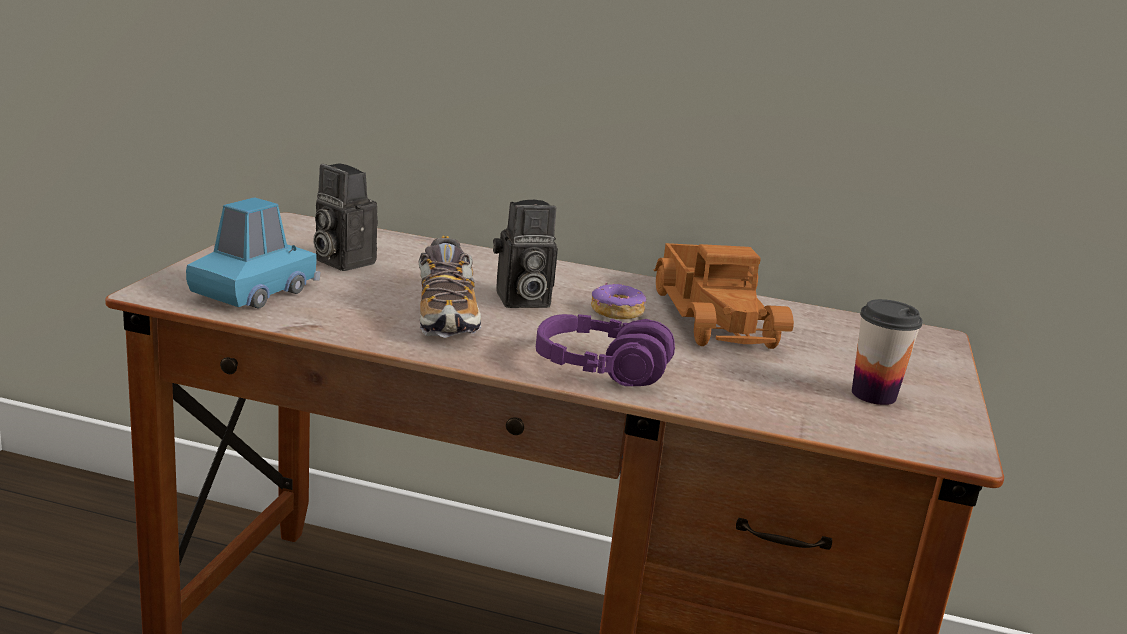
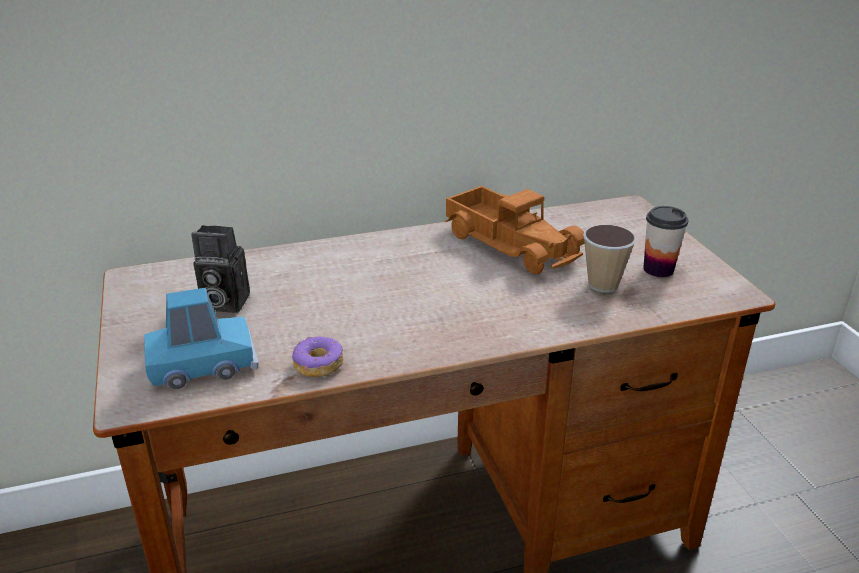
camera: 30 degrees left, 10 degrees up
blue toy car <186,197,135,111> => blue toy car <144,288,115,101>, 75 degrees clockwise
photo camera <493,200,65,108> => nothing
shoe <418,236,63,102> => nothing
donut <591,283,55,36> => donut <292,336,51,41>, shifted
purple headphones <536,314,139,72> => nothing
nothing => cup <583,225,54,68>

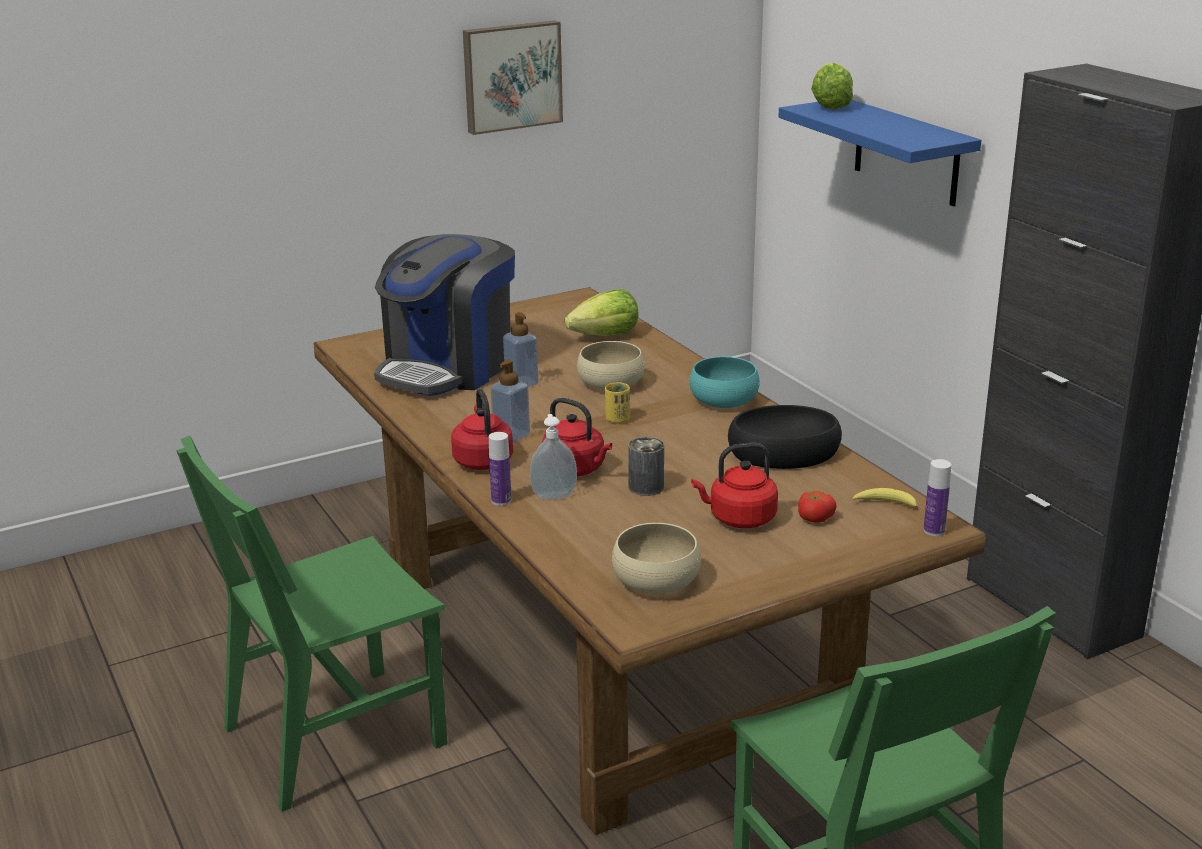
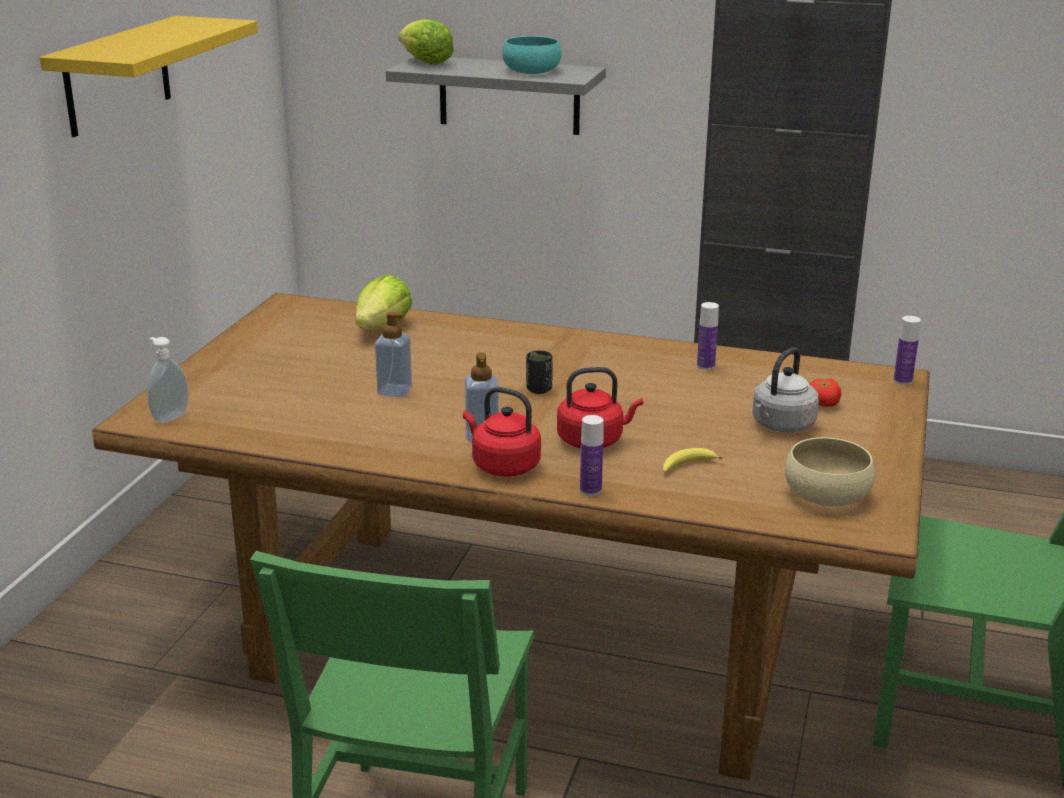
camera: 45 degrees left, 0 degrees up
picture <463,20,100,115> => yellow shelf <40,16,218,121>
blue shelf <778,100,203,107> => grey shelf <386,57,220,78>
coffee machine <374,234,141,162> => nothing
beige bowl <577,341,68,49> => nothing
turquoise bowl <689,356,71,52> => turquoise bowl <502,36,60,38>, shifted
yellow cup <605,382,25,42> => black cup <526,351,27,43>
black bowl <728,405,114,64> => bottle <697,302,22,68>
soap dispenser <530,414,47,86> => soap dispenser <147,337,42,86>, shifted
can <628,437,36,59> => nothing
red kettle <691,443,87,85> => grey kettle <752,347,67,85>
banana <853,488,66,21> => banana <663,448,60,24>, shifted

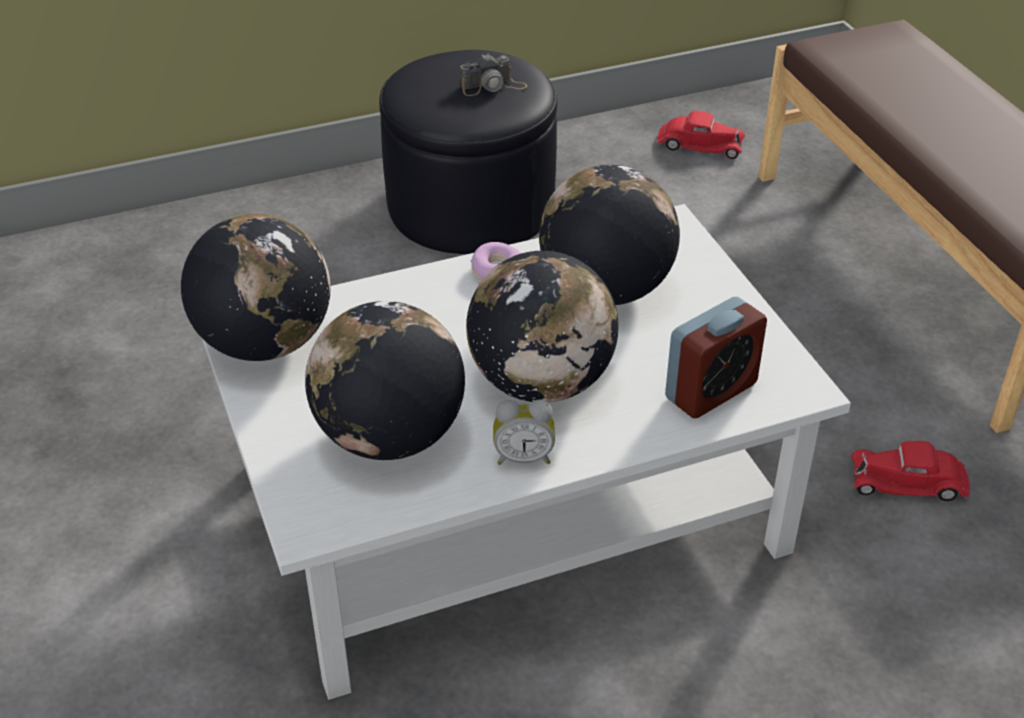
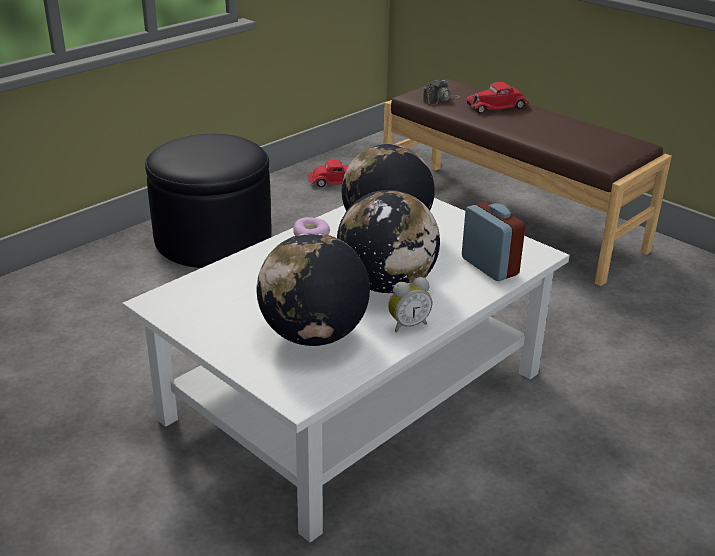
camera: 25 degrees left, 10 degrees down
photo camera <460,53,67,43> => photo camera <423,79,37,26>, shifted
globe <181,214,149,147> => nothing
alarm clock <665,297,102,121> => alarm clock <462,201,63,80>, 60 degrees counterclockwise
red toy car <851,441,119,60> => red toy car <466,82,64,32>, shifted

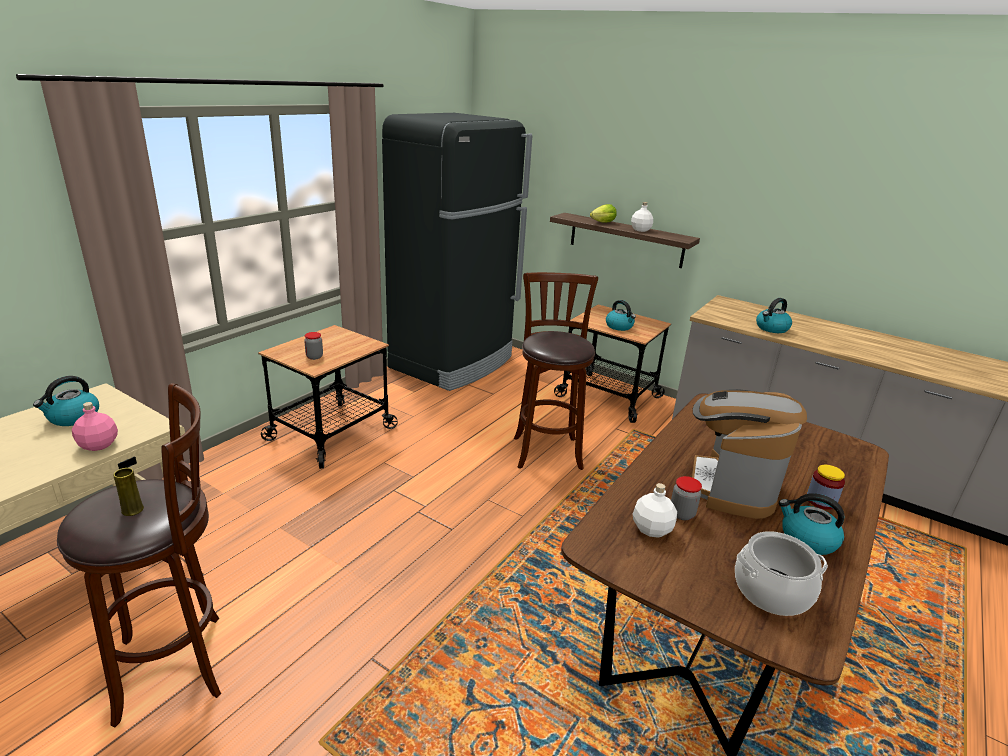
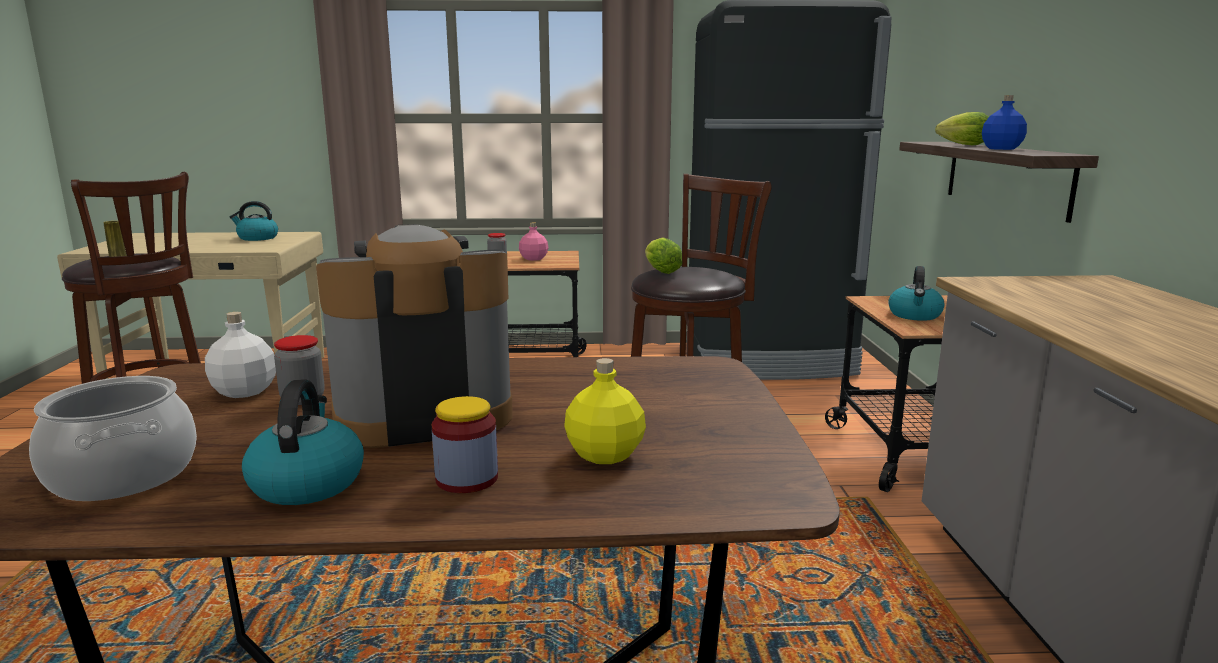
camera: 55 degrees right, 10 degrees down
white bottle <631,202,22,30> => blue bottle <982,95,45,55>
kettle <756,298,36,35> => nothing
pink bottle <72,402,46,49> => pink bottle <519,223,29,38>, shifted
nothing => lettuce <645,237,37,37>
nothing => yellow bottle <564,358,82,106>

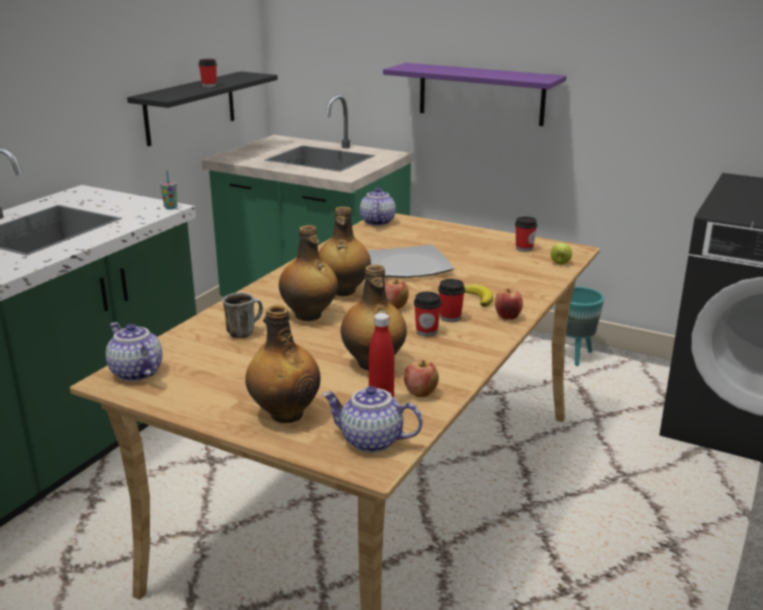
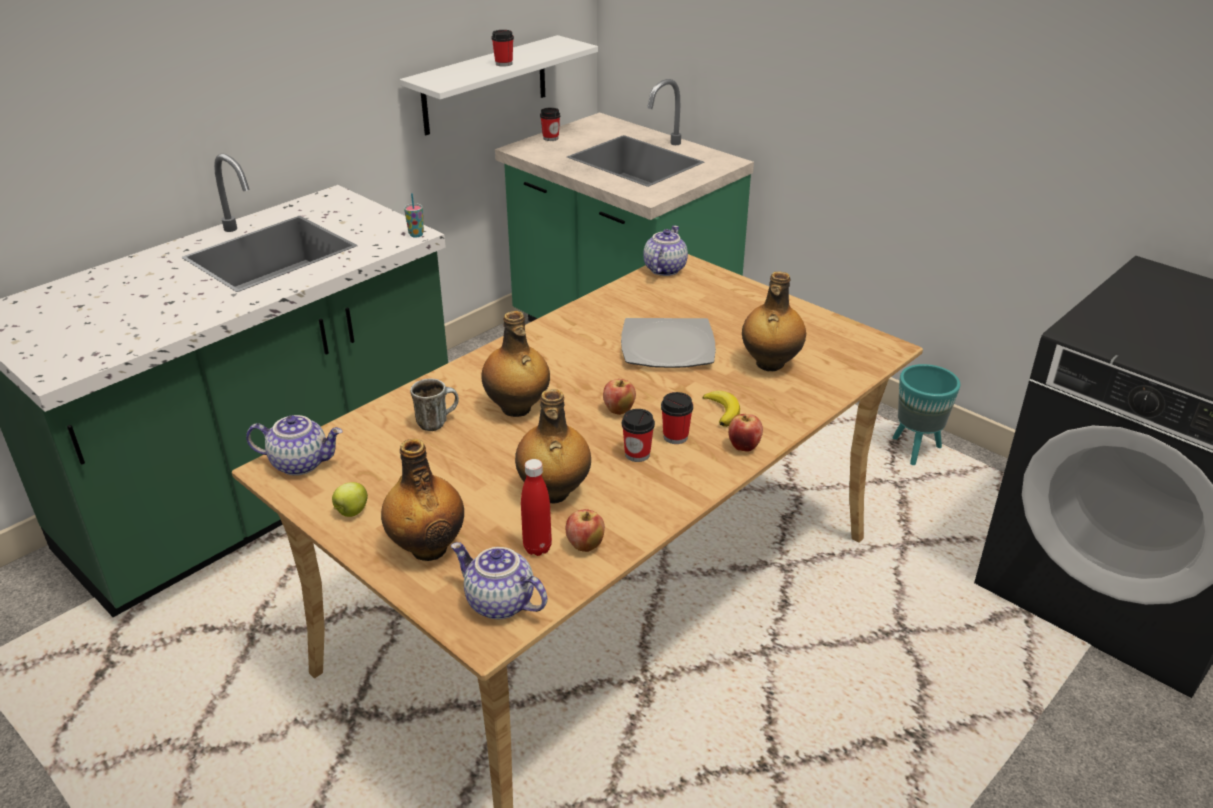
camera: 15 degrees right, 10 degrees up
purple shelf <383,63,183,63> => nothing
black shelf <127,71,151,75> => white shelf <400,35,198,100>
bottle <319,207,52,89> => bottle <742,272,64,99>, shifted
cup <515,216,22,36> => cup <540,107,20,34>, shifted
apple <550,243,22,22> => apple <332,482,36,35>, shifted
teapot <106,322,56,59> => teapot <246,415,97,61>, 120 degrees clockwise

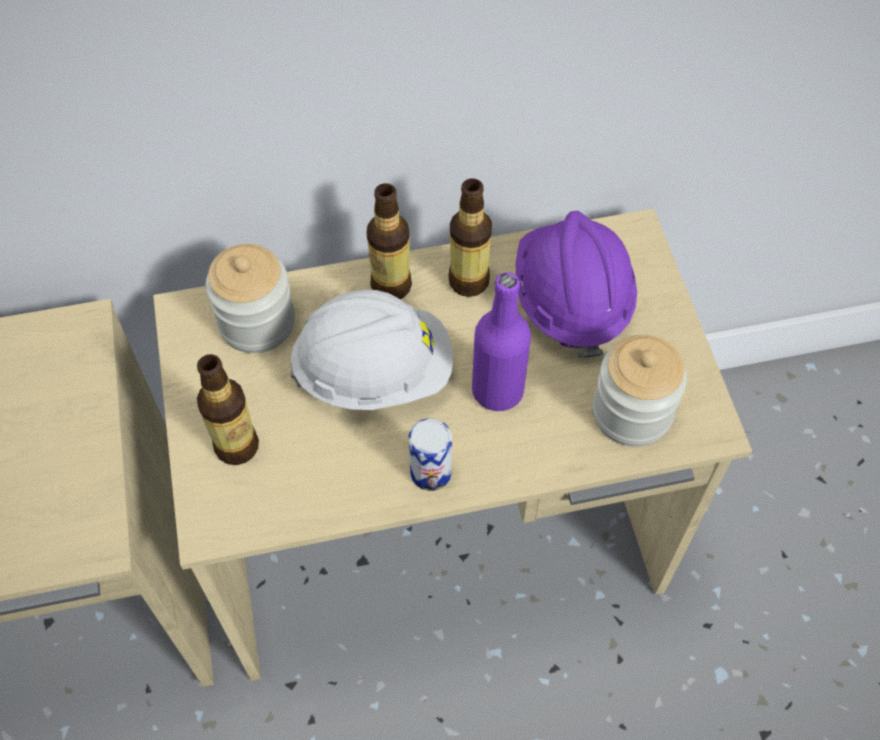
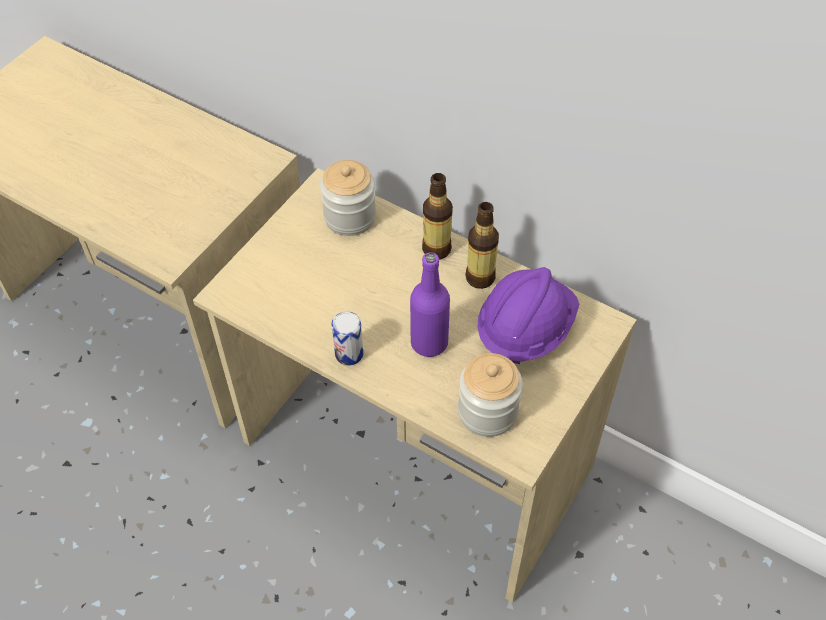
camera: 45 degrees right, 5 degrees down
white hard hat <290,289,163,121> => nothing
bottle <197,354,62,111> => nothing

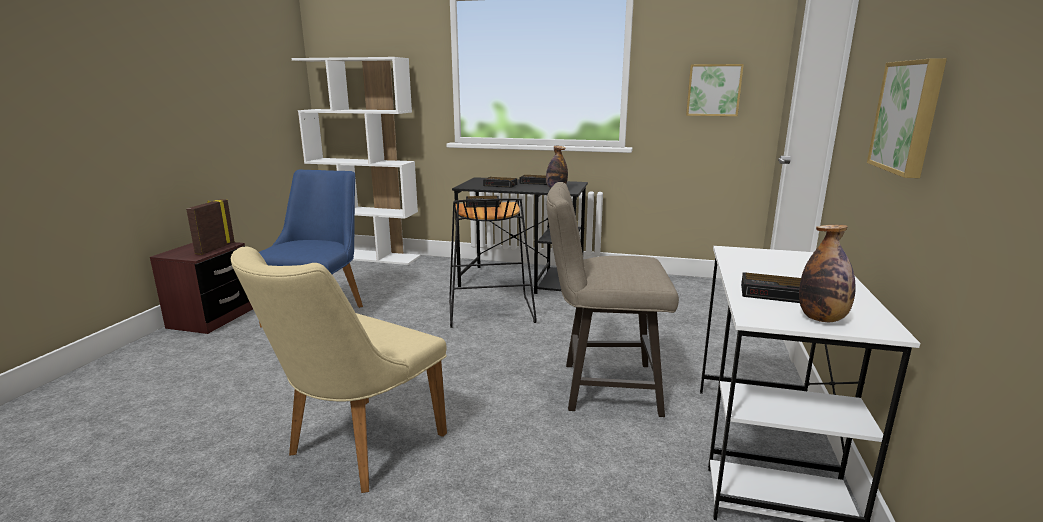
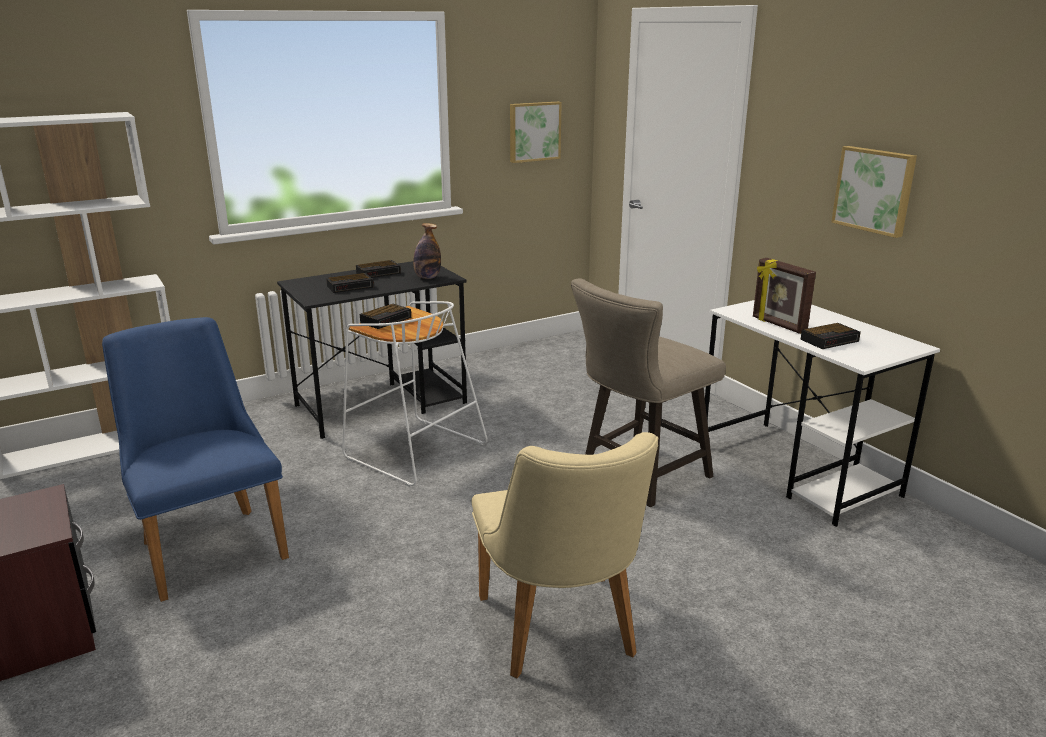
camera: 45 degrees left, 5 degrees up
black stool <449,198,88,130> => white stool <342,301,146,186>
picture frame <186,199,49,56> => picture frame <753,258,63,76>, shifted
bottle <799,225,57,97> => nothing

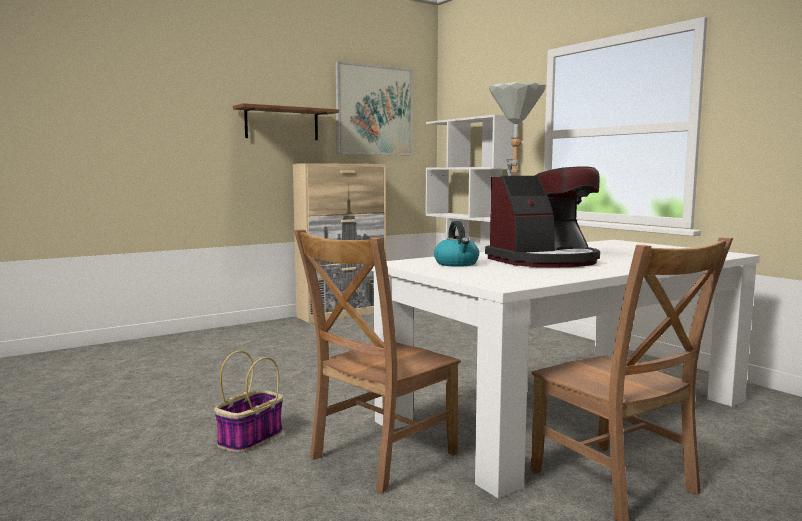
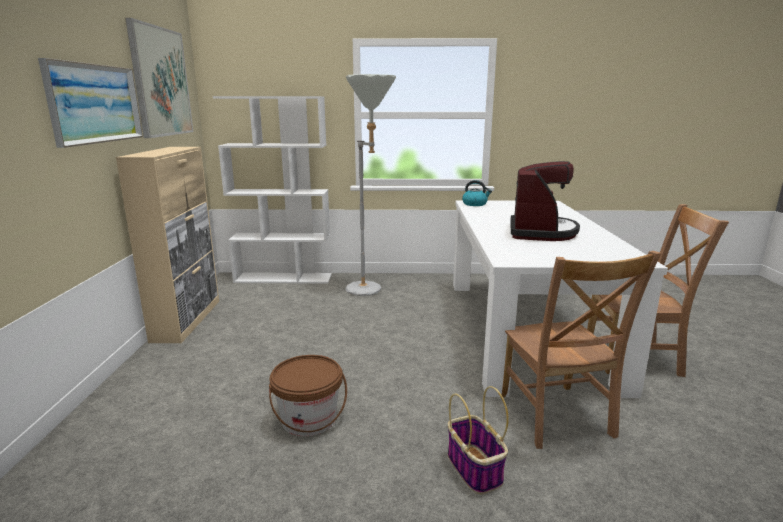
camera: 55 degrees left, 10 degrees up
brown shelf <233,103,106,37> => picture <38,58,105,90>
kettle <434,221,45,46> => kettle <462,180,30,26>, shifted
nothing => brown bucket <269,355,78,81>

